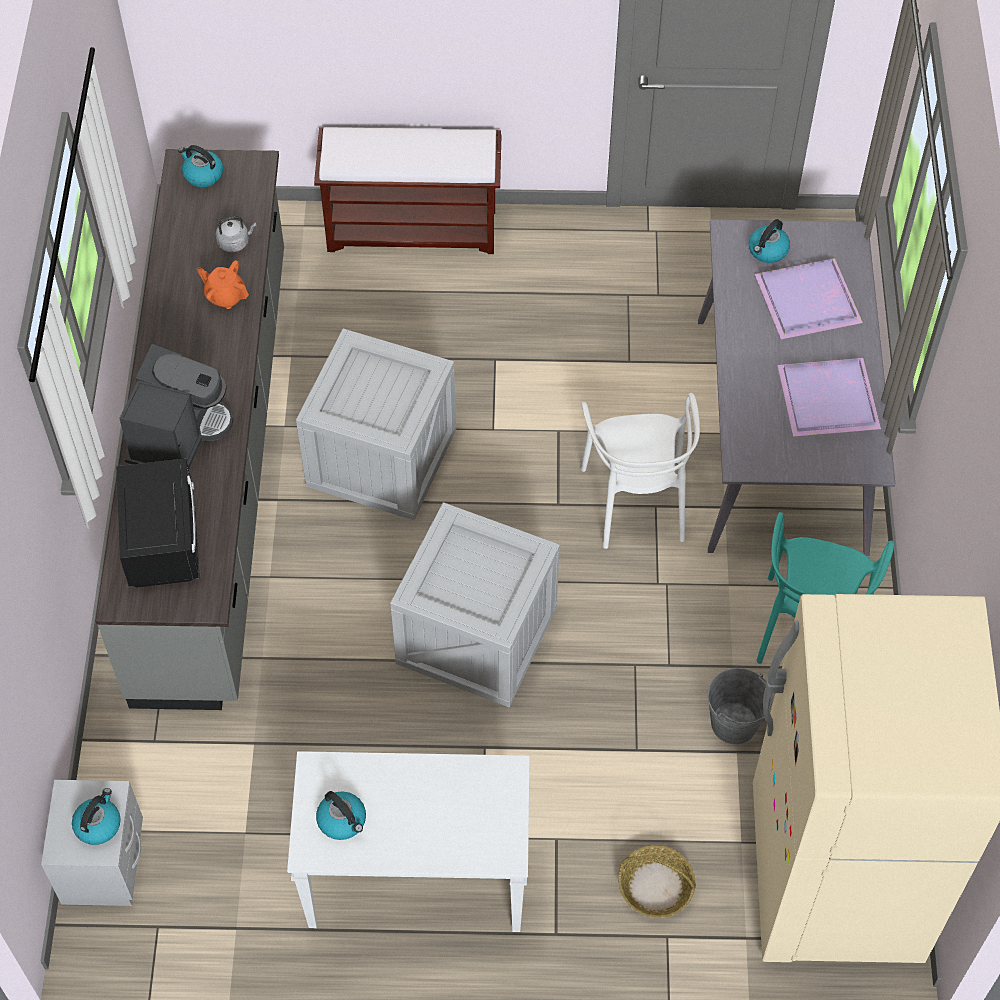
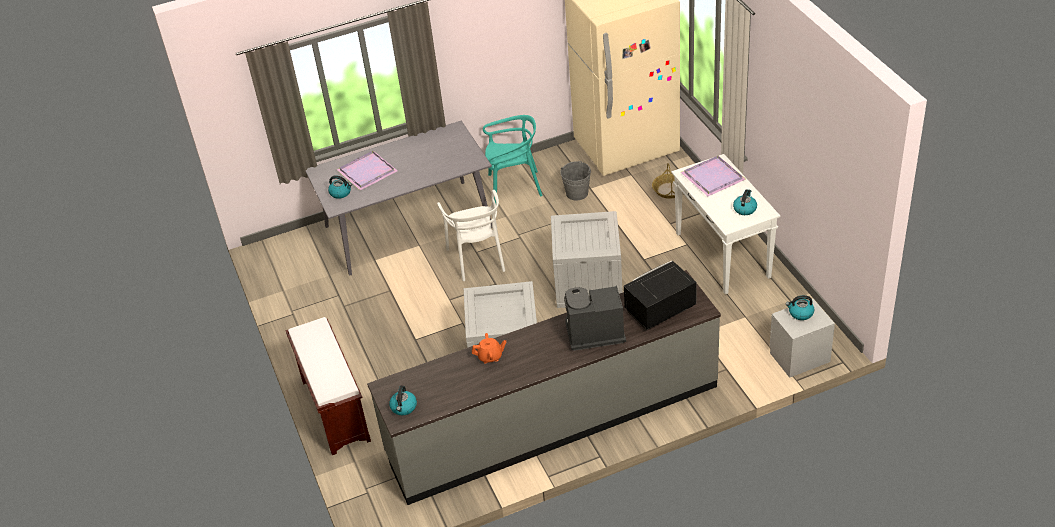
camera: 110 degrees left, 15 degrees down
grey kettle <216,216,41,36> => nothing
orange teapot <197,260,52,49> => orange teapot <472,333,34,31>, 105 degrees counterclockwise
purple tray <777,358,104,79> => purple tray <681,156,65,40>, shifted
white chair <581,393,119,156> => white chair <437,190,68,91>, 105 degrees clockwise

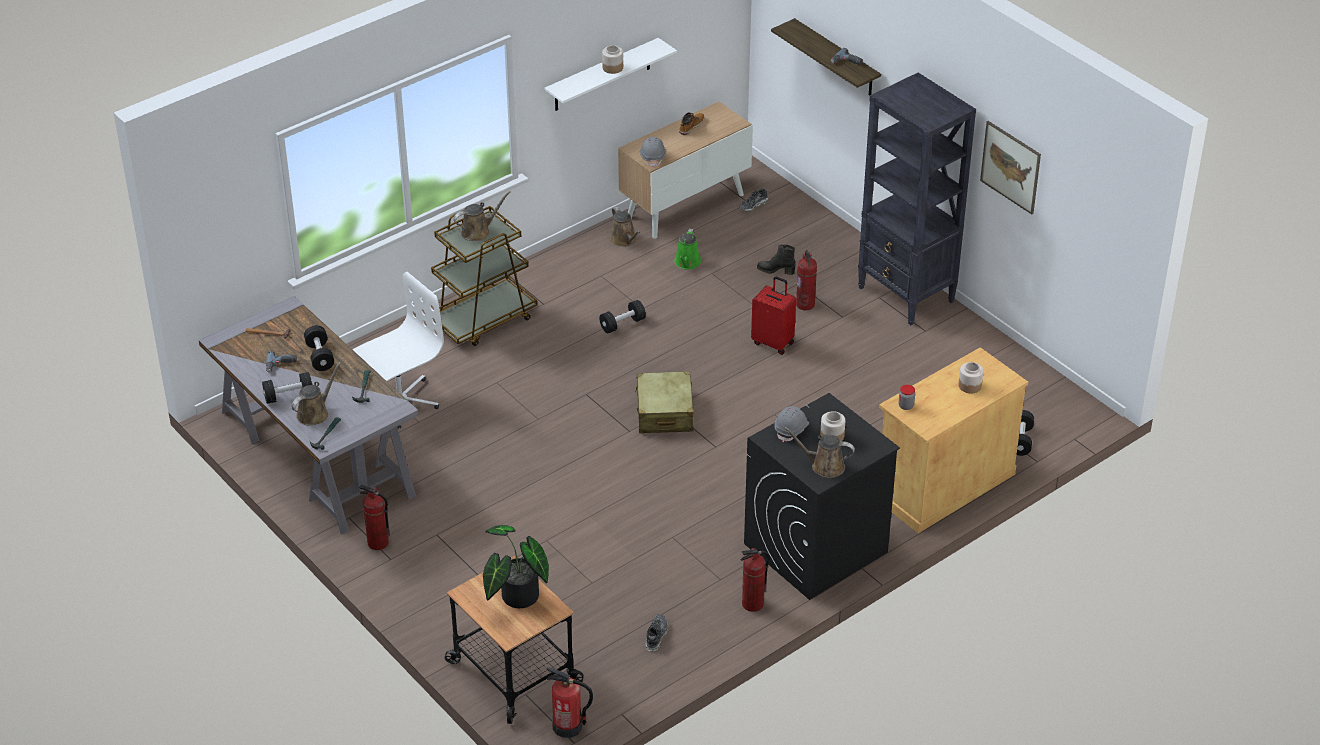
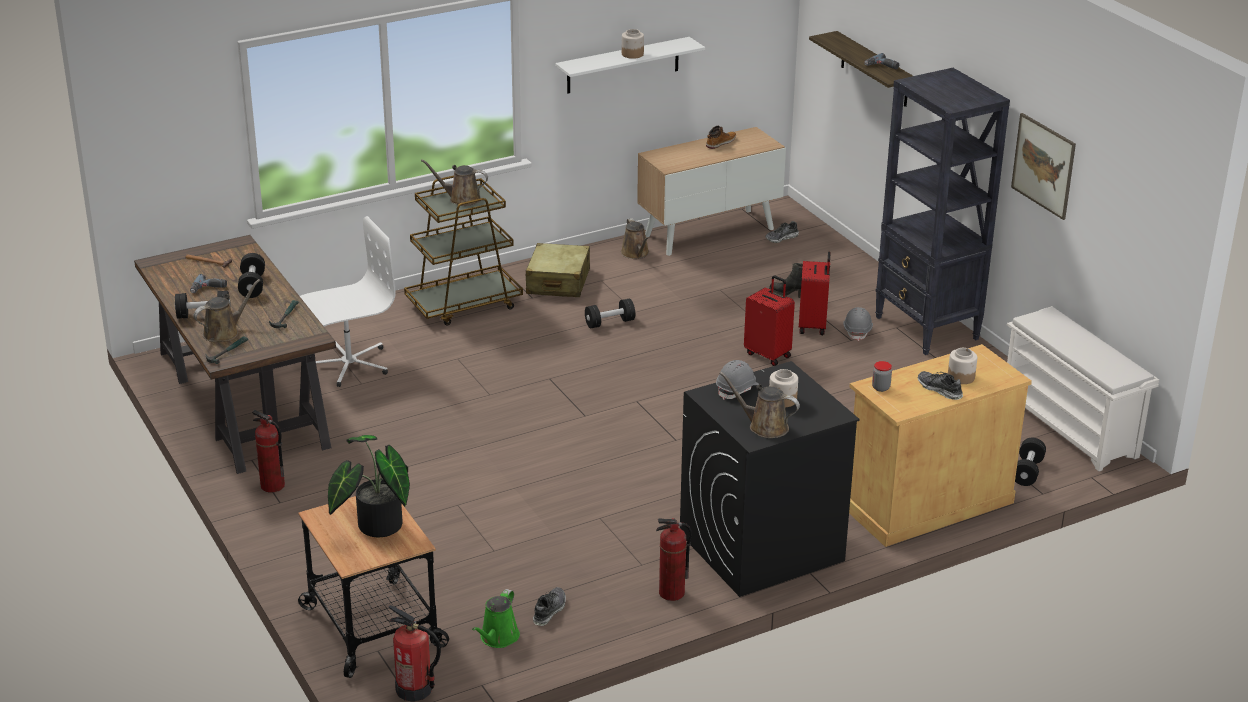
camera: 10 degrees right, 10 degrees down
grey hard hat <640,137,26,31> => grey hard hat <843,307,30,34>, shifted
brown watering can <453,191,58,50> => brown watering can <421,159,67,47>, 150 degrees counterclockwise
green watering can <674,229,28,41> => green watering can <472,589,48,59>, shifted
fire extinguisher <796,250,21,61> => red suitcase <799,251,32,84>
grey desk <199,296,219,238> => brown desk <134,235,202,239>
beige suitcase <635,371,59,62> => beige suitcase <526,243,64,54>, shifted
nothing => white shoe rack <1007,306,152,165>
nothing => shoe <918,371,45,29>

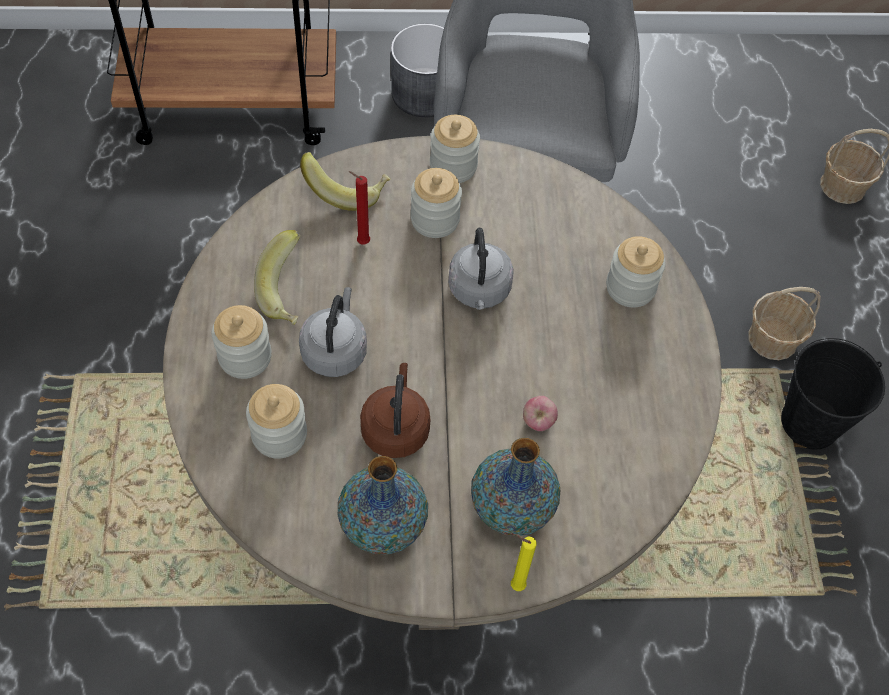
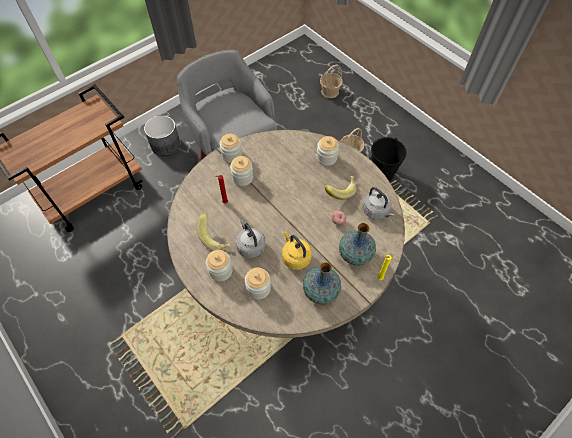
camera: 35 degrees left, 0 degrees up
banana <300,152,91,59> => banana <325,176,32,24>, shifted
grey kettle <448,228,66,82> => grey kettle <362,187,33,32>, shifted
brown kettle <360,363,70,95> => yellow kettle <282,231,30,39>

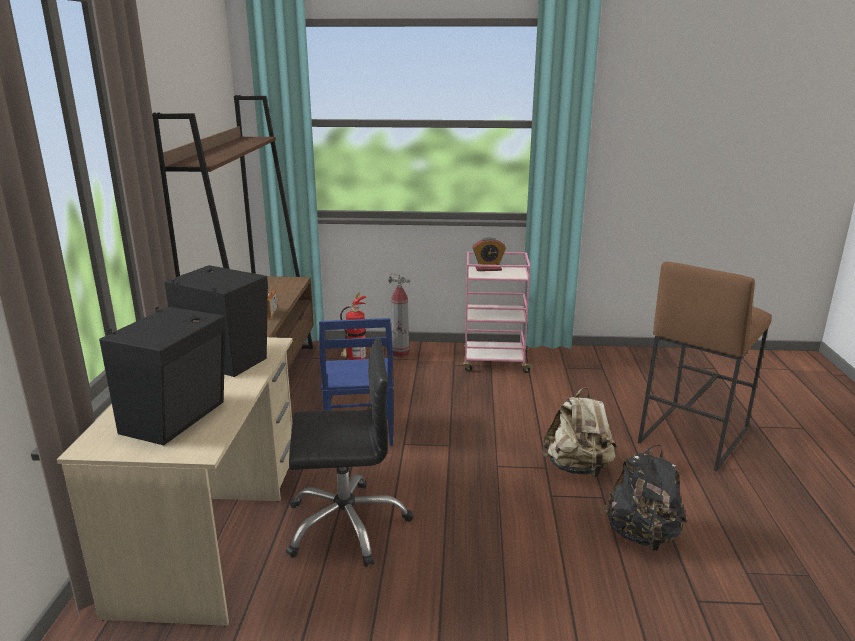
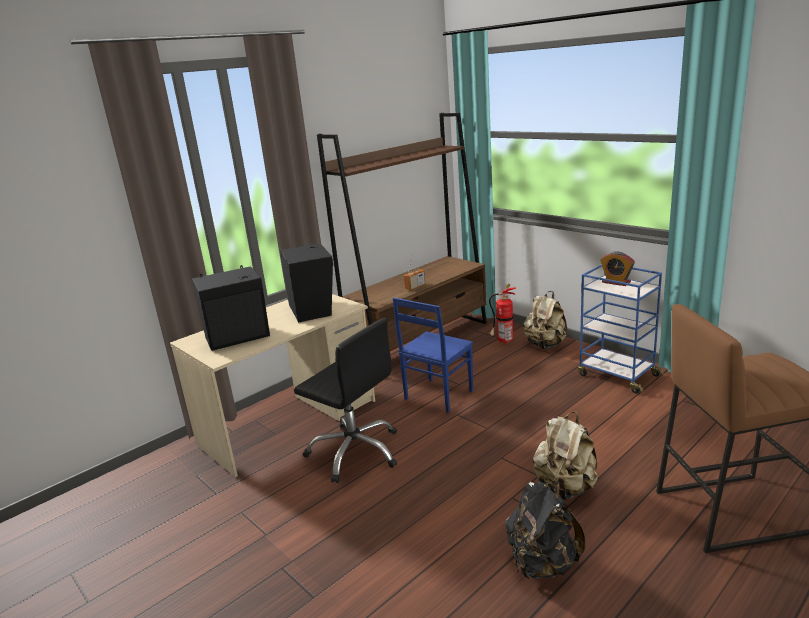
camera: 45 degrees right, 0 degrees up
pink cart <463,252,71,121> => blue cart <578,264,86,129>
fire extinguisher <389,273,21,84> => beige backpack <523,291,44,58>

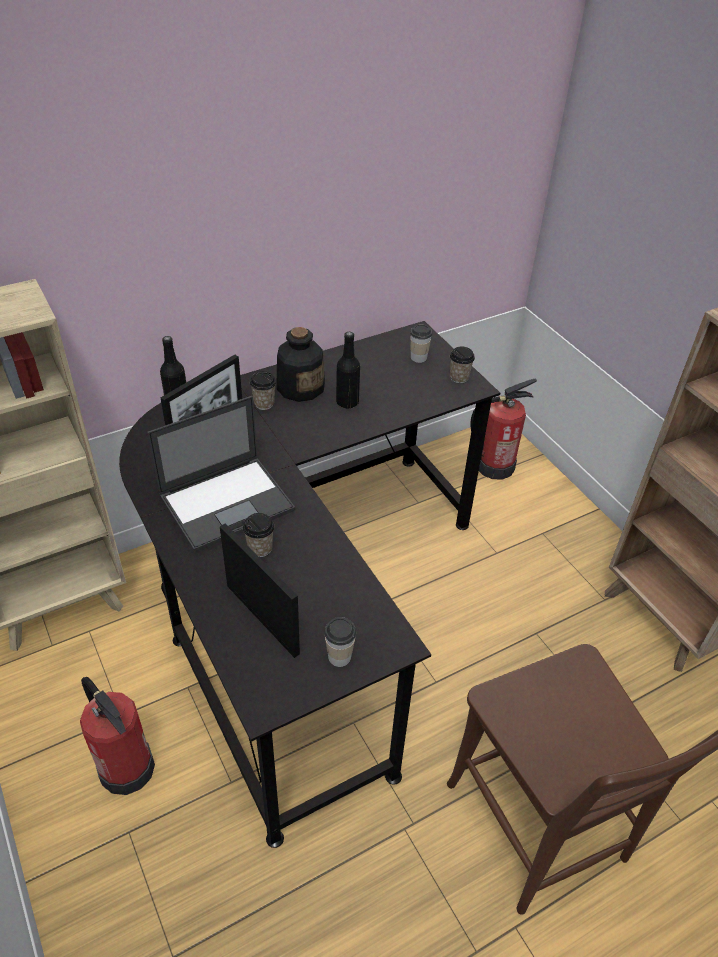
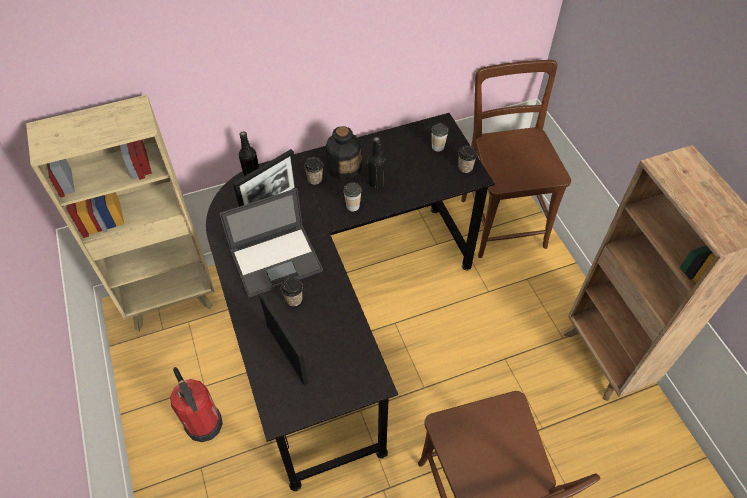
camera: 10 degrees right, 10 degrees up
fire extinguisher <470,379,67,101> => brown chair <461,60,110,198>
cup <324,617,32,50> => cup <343,182,19,29>, shifted

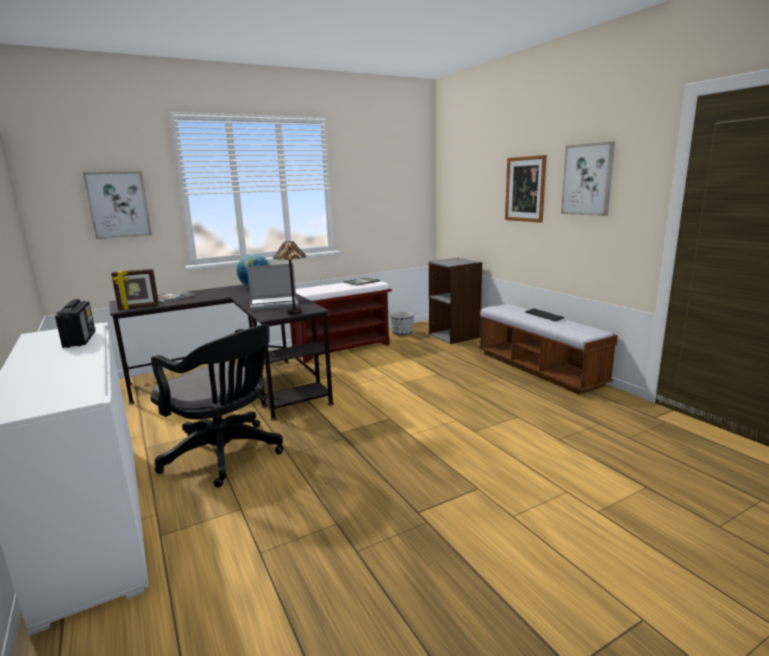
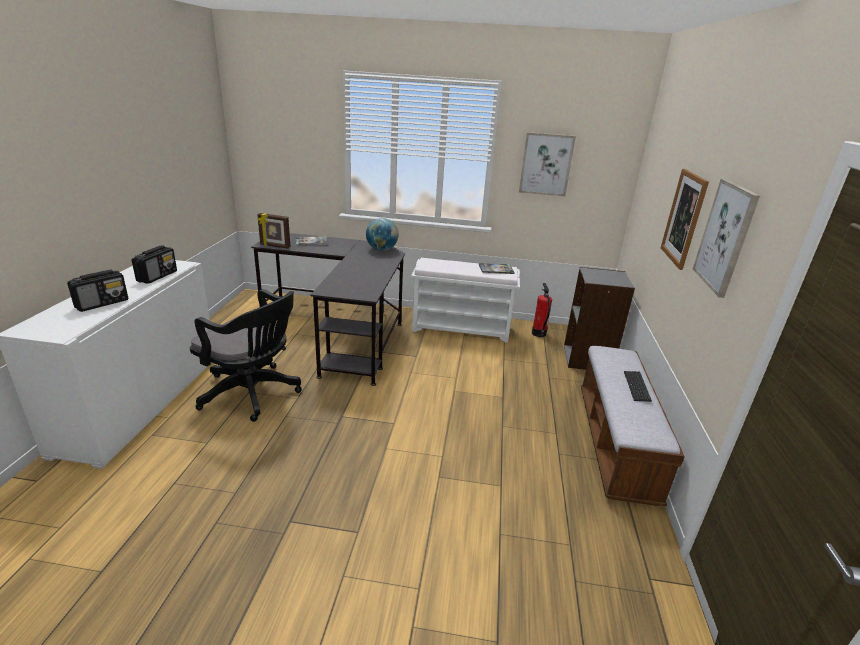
camera: 35 degrees right, 10 degrees up
picture <83,171,69,68> => picture <519,132,57,64>, shifted
table lamp <273,241,34,74> => nothing
laptop <247,264,52,46> => nothing
brown bench <290,281,102,82> => white bench <411,258,109,85>
planter <390,312,24,24> => fire extinguisher <532,283,20,54>
black office chair <150,324,133,164> => black office chair <190,289,112,133>, 45 degrees counterclockwise
nothing => radio <67,270,61,42>

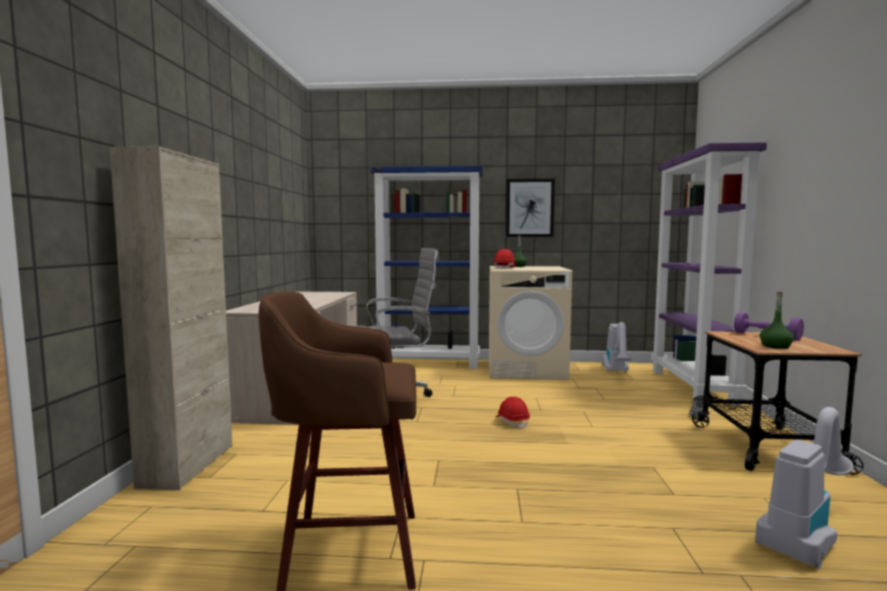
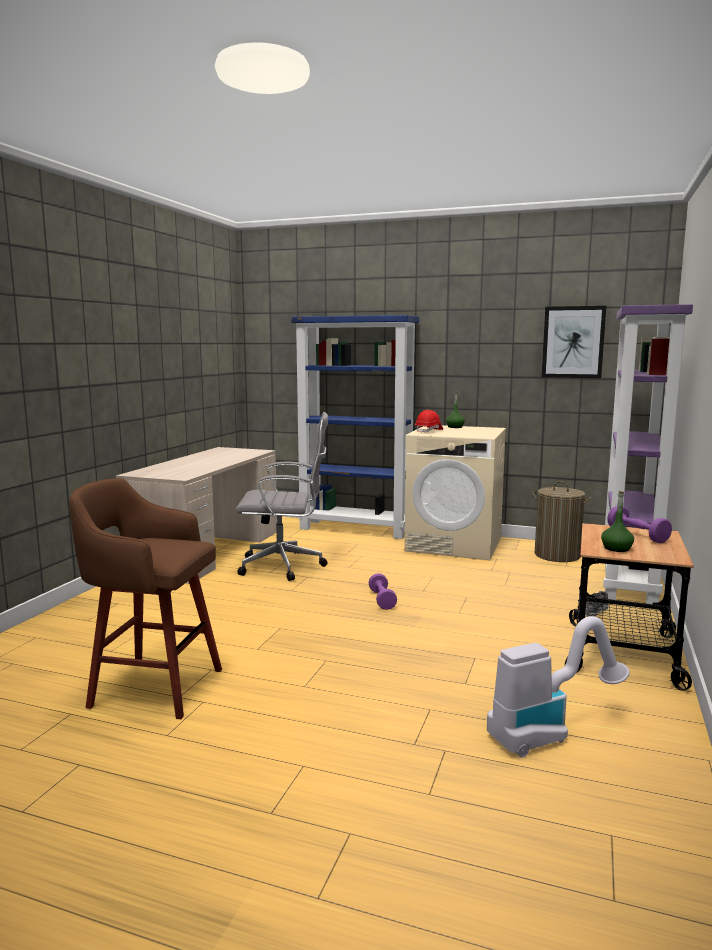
camera: 15 degrees right, 5 degrees up
beige cabinet <110,146,123,344> => nothing
picture <506,179,49,58> => picture <542,306,64,72>, shifted
vacuum cleaner <602,322,30,50> => laundry basket <533,481,58,81>
red hard hat <496,397,34,32> => purple dumbbell <369,573,28,37>

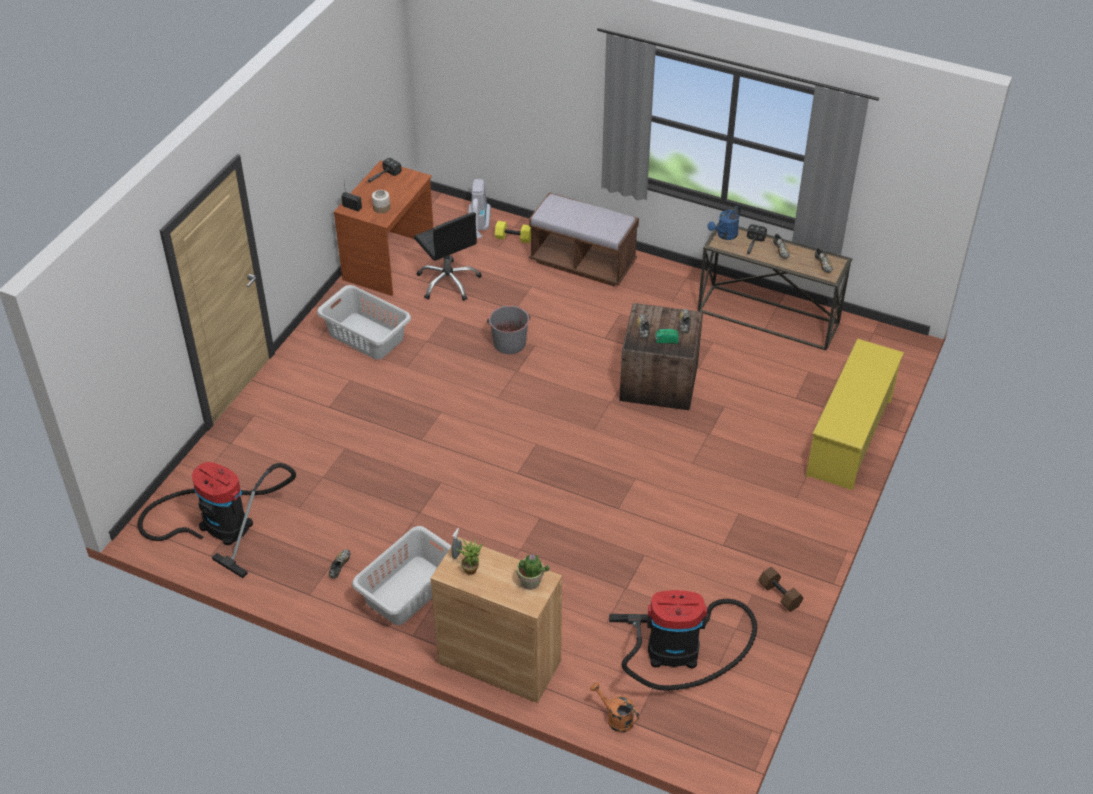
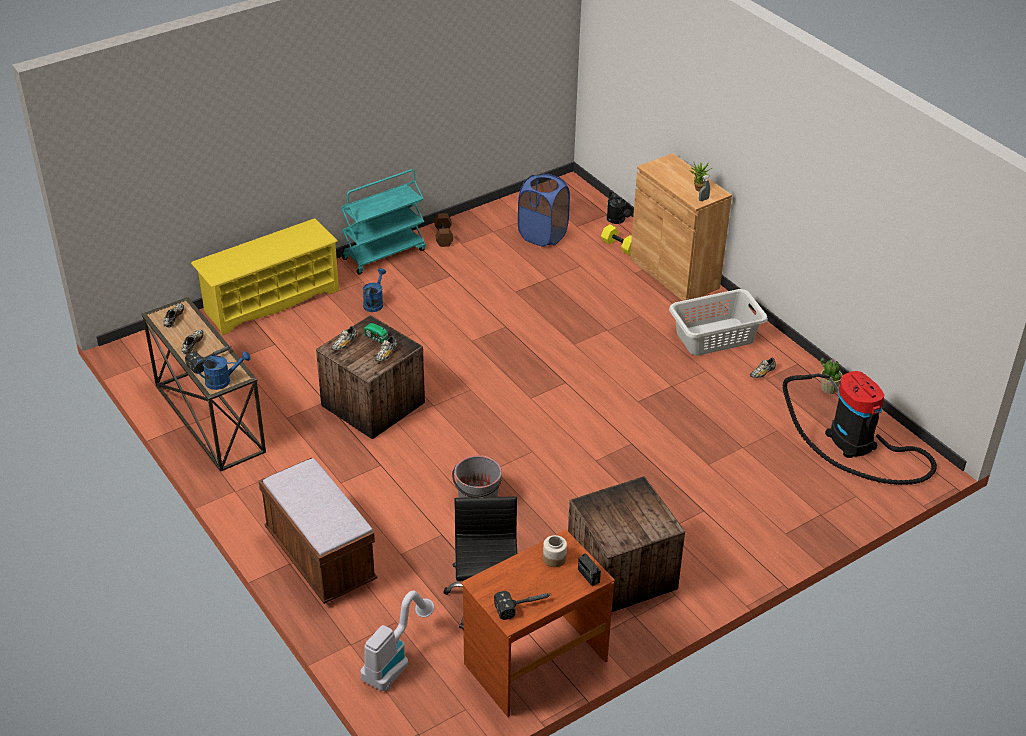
camera: 150 degrees left, 5 degrees down
yellow dumbbell <495,221,36,22> => yellow dumbbell <601,224,31,31>, shifted
grey laundry basket <317,285,94,75> => crate <568,476,117,136>
potted plant <517,554,33,36> => potted plant <820,358,23,36>, shifted
vacuum cleaner <609,590,148,101> => blue laundry basket <518,174,52,73>
orange watering can <590,682,49,51> => black watering can <607,192,24,32>
nothing => turquoise cart <341,169,85,106>
nothing => blue watering can <363,268,23,44>

